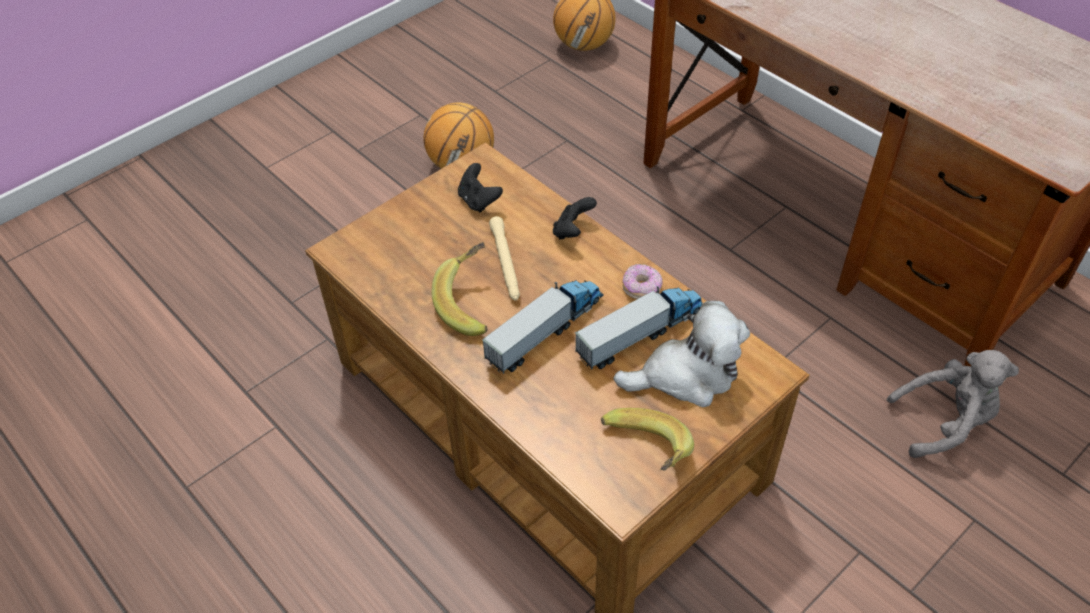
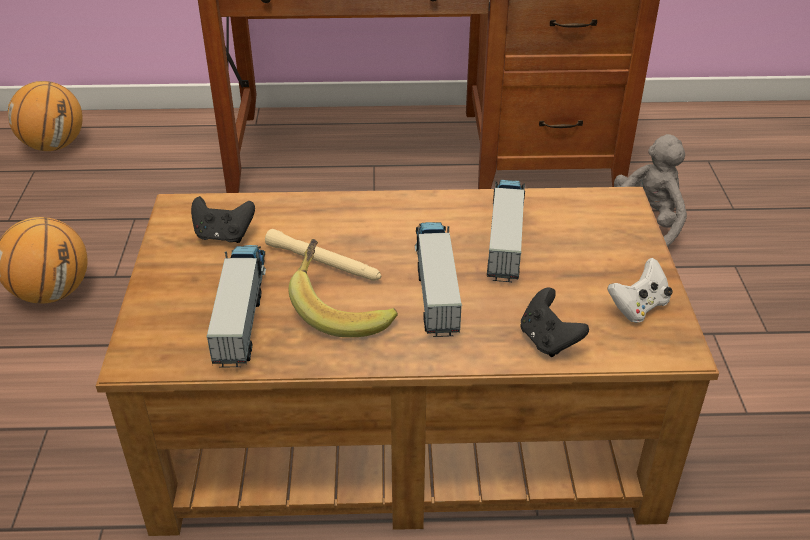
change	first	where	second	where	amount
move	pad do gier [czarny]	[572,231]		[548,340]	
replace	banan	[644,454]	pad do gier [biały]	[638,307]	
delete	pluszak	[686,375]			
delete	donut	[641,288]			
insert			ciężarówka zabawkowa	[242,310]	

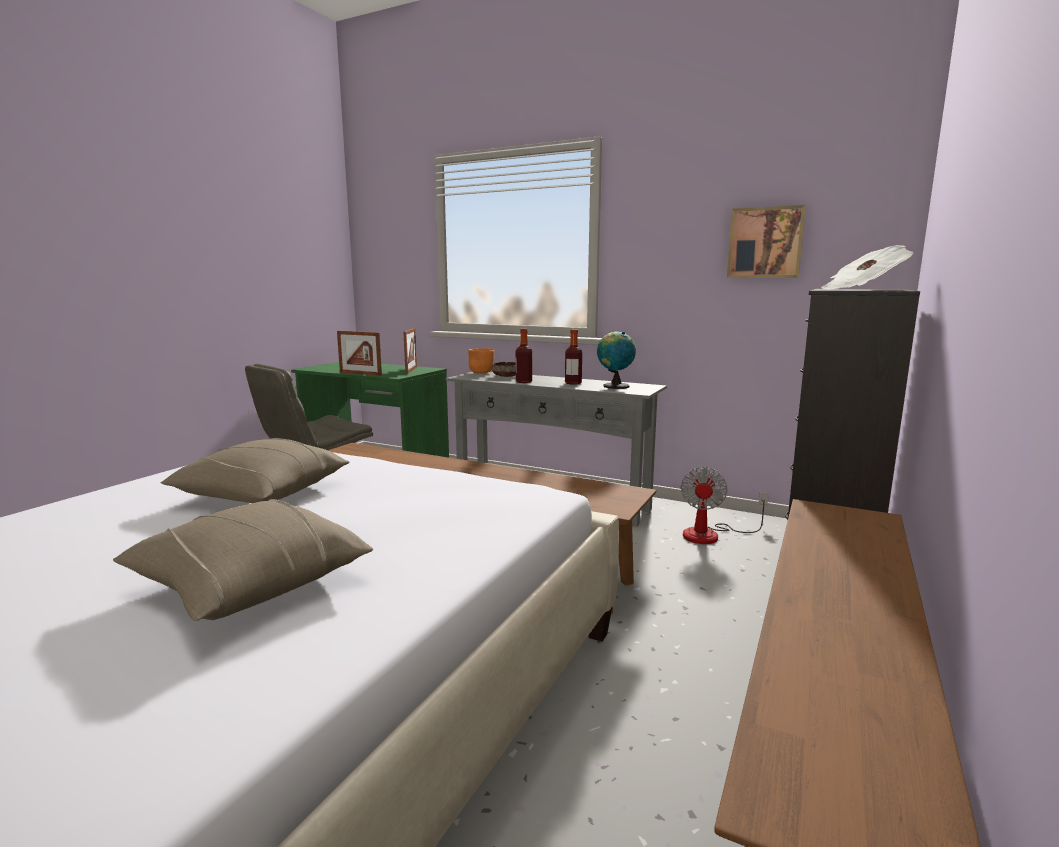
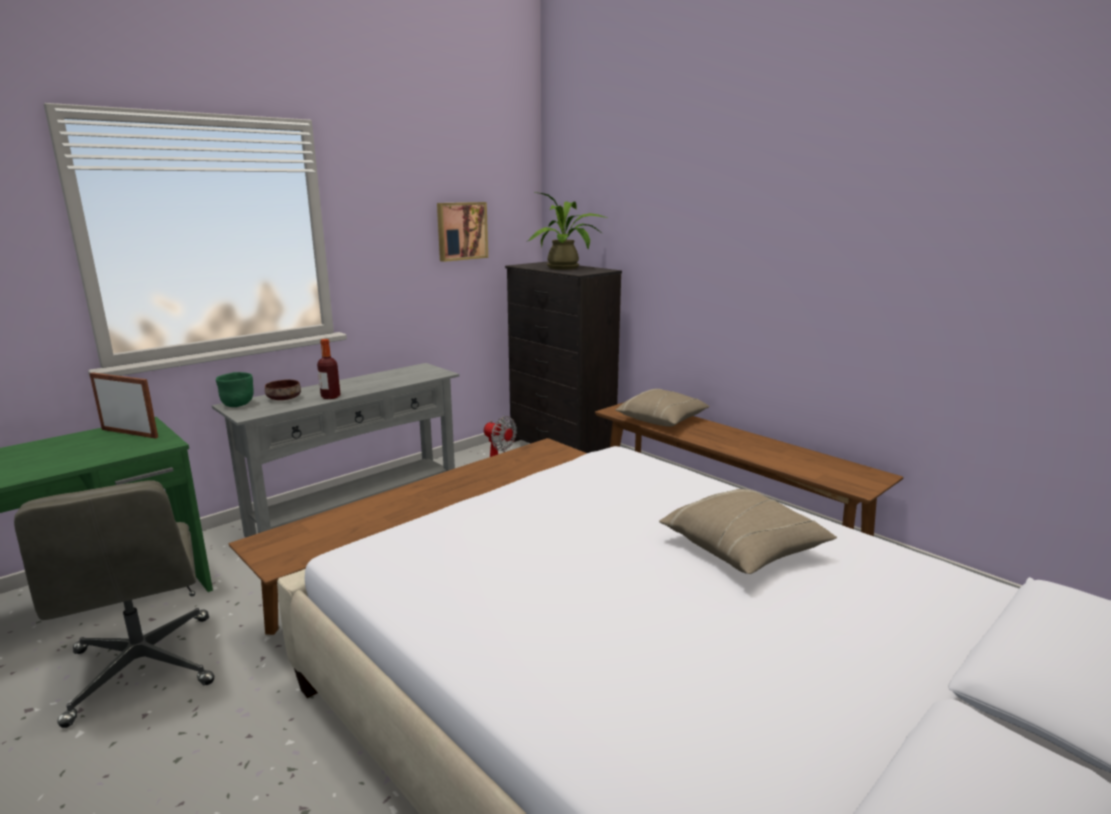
change	first	where	second	where	amount
move	poduszka [beżowy]	[262,494]		[662,420]	
delete	ramka na zdjęcie	[360,373]			
recolor	miska [pomarańczowy]	[482,373]	miska [zielony]	[238,404]	
delete	butelka	[573,383]			
delete	globus	[614,386]			
replace	gazeta	[861,289]	roślina doniczkowa	[567,268]	

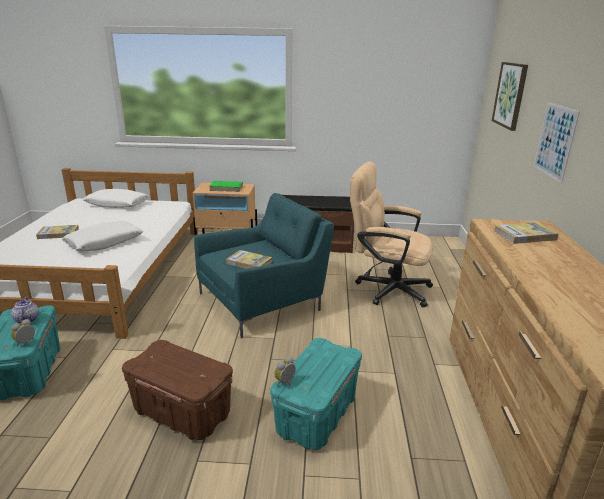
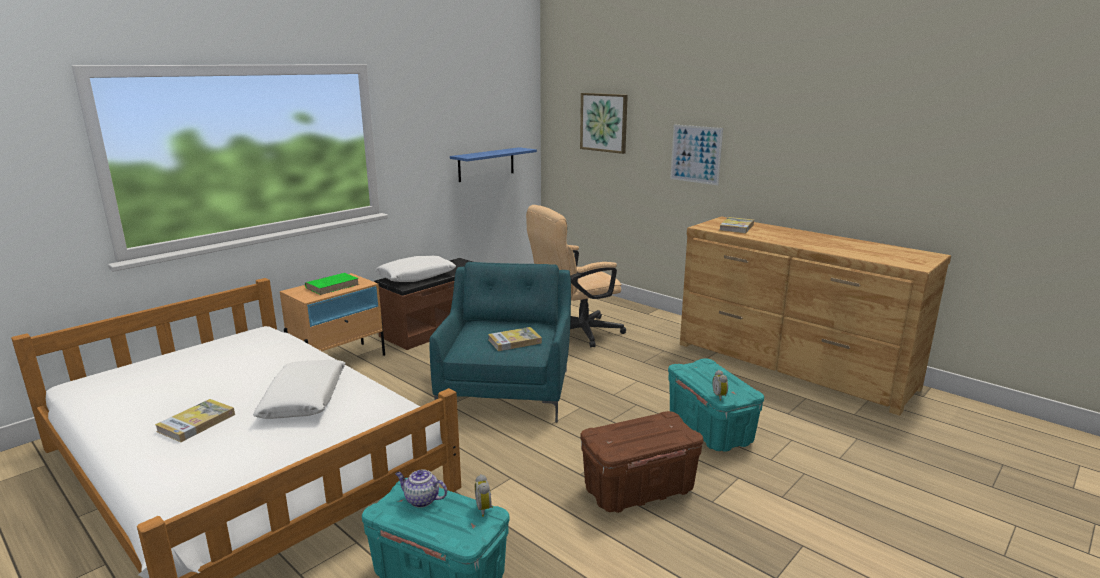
change	first	where	second	where	amount
move	poduszka [biały]	[117,204]		[416,276]	
insert			półka [niebieski]	[486,164]	

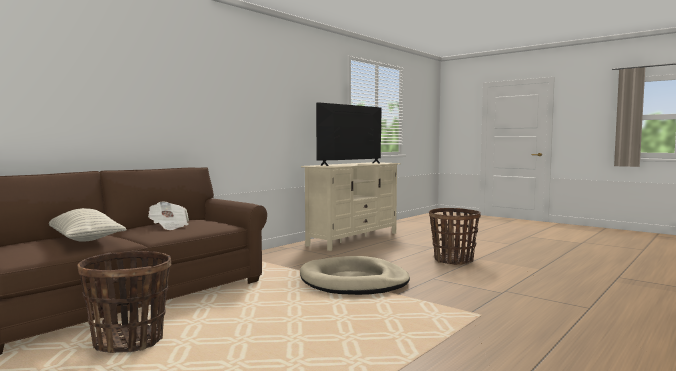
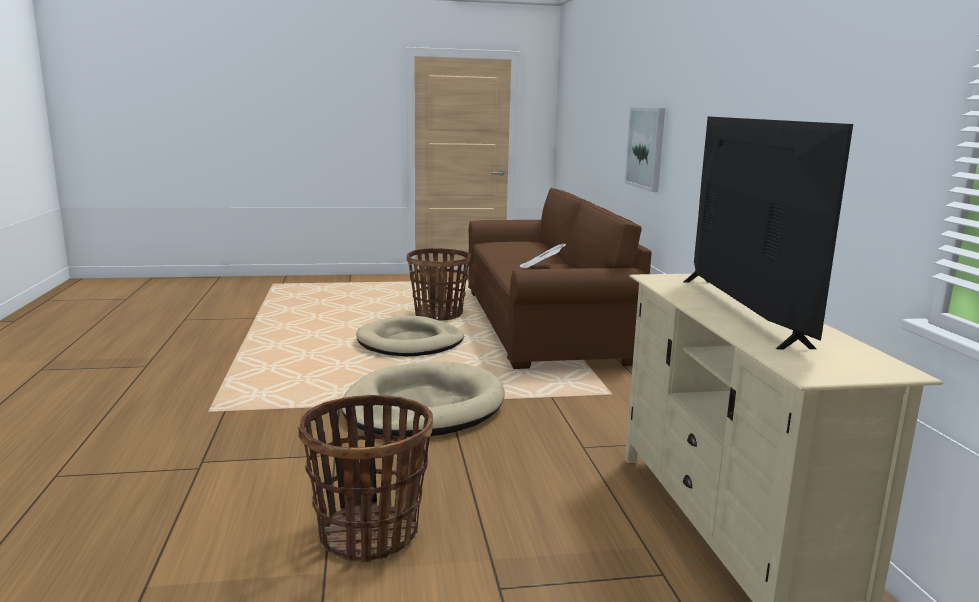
change	first	where	second	where	amount
delete	poduszka	[84,239]			
insert			legowisko [beżowy]	[410,342]	
insert			obraz	[646,148]	

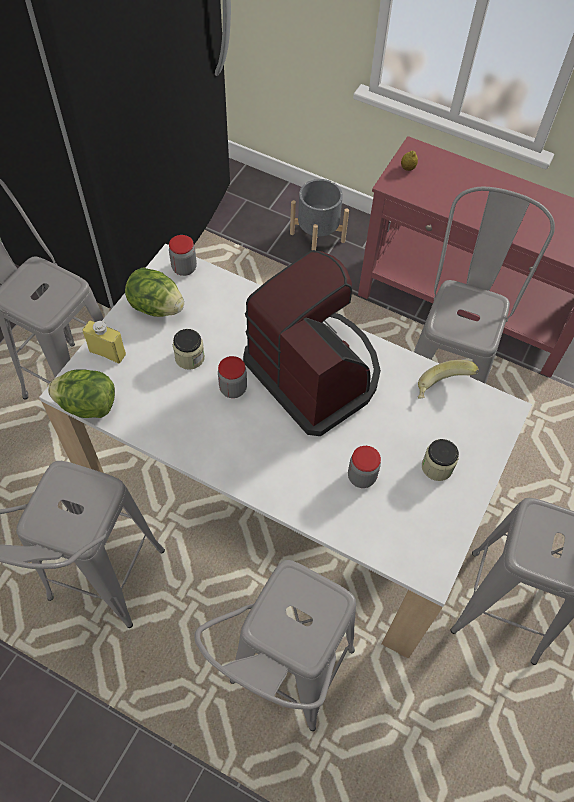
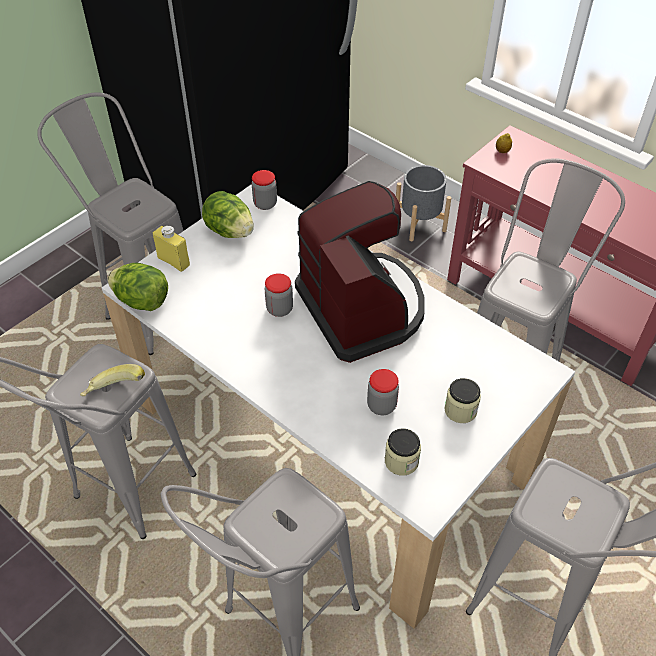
change	first	where	second	where	amount
move	słoik	[189,357]		[401,461]	
move	banan	[442,389]		[115,393]	

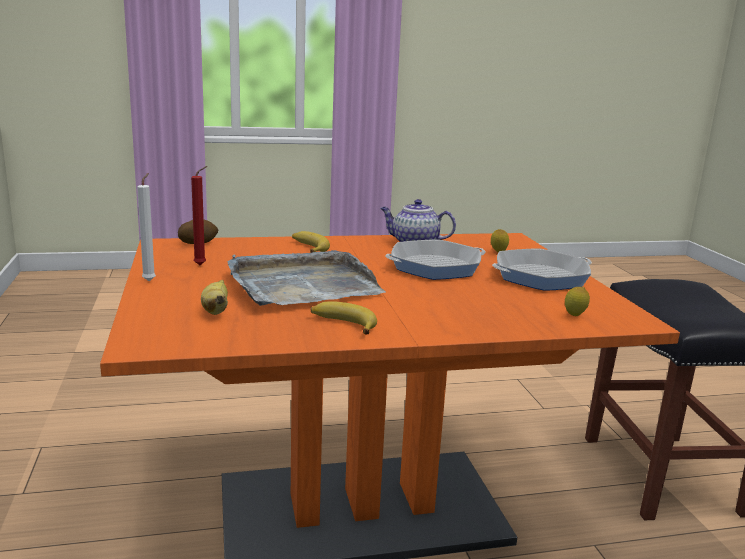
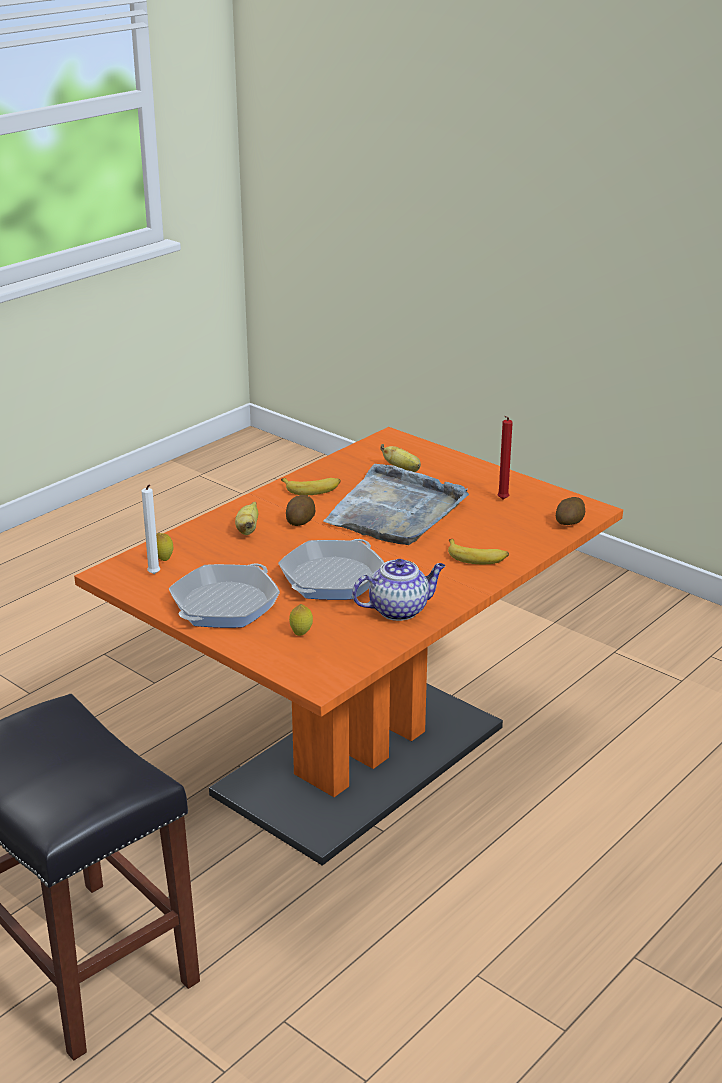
change	first	where	second	where	amount
move	świeca [biały]	[150,280]		[154,575]	
insert			banan	[248,529]	
insert			ziemniak	[300,521]	

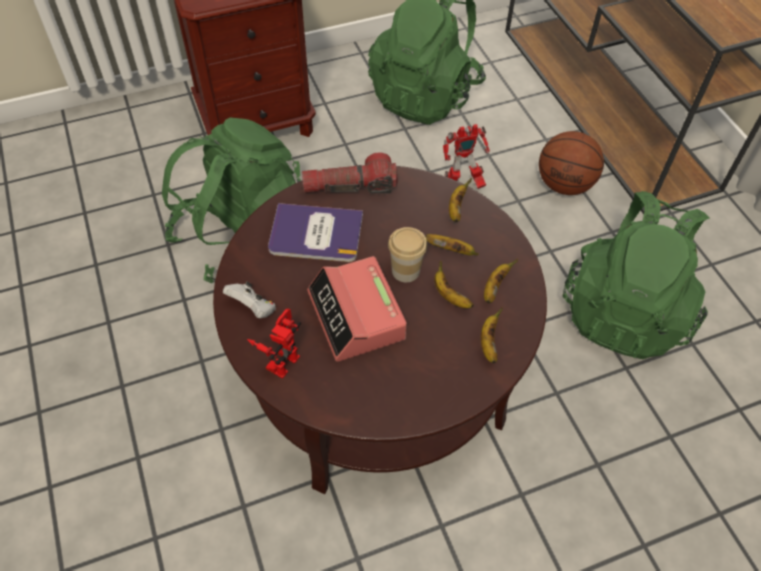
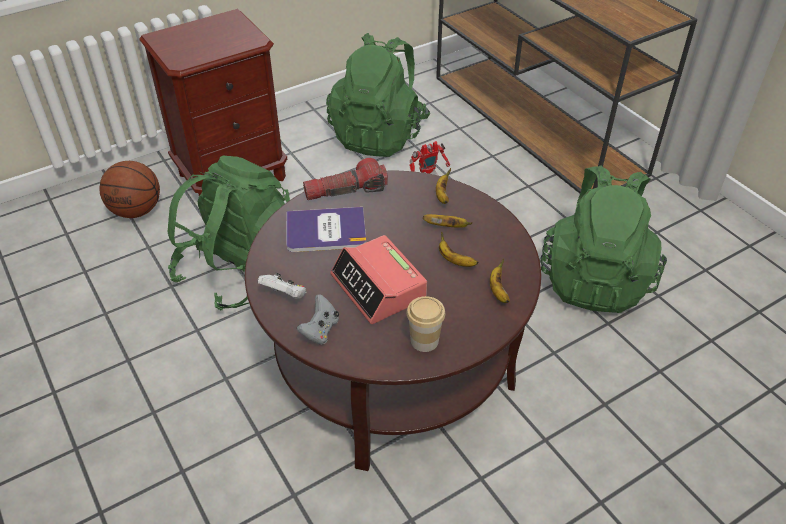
change	first	where	second	where	amount
replace	robot zabawkowy	[280,358]	pad do gier [szary]	[320,330]	
move	filiżanka	[405,271]		[424,341]	
delete	banan	[494,287]			
move	piłka do koszykówki	[565,184]		[137,210]	

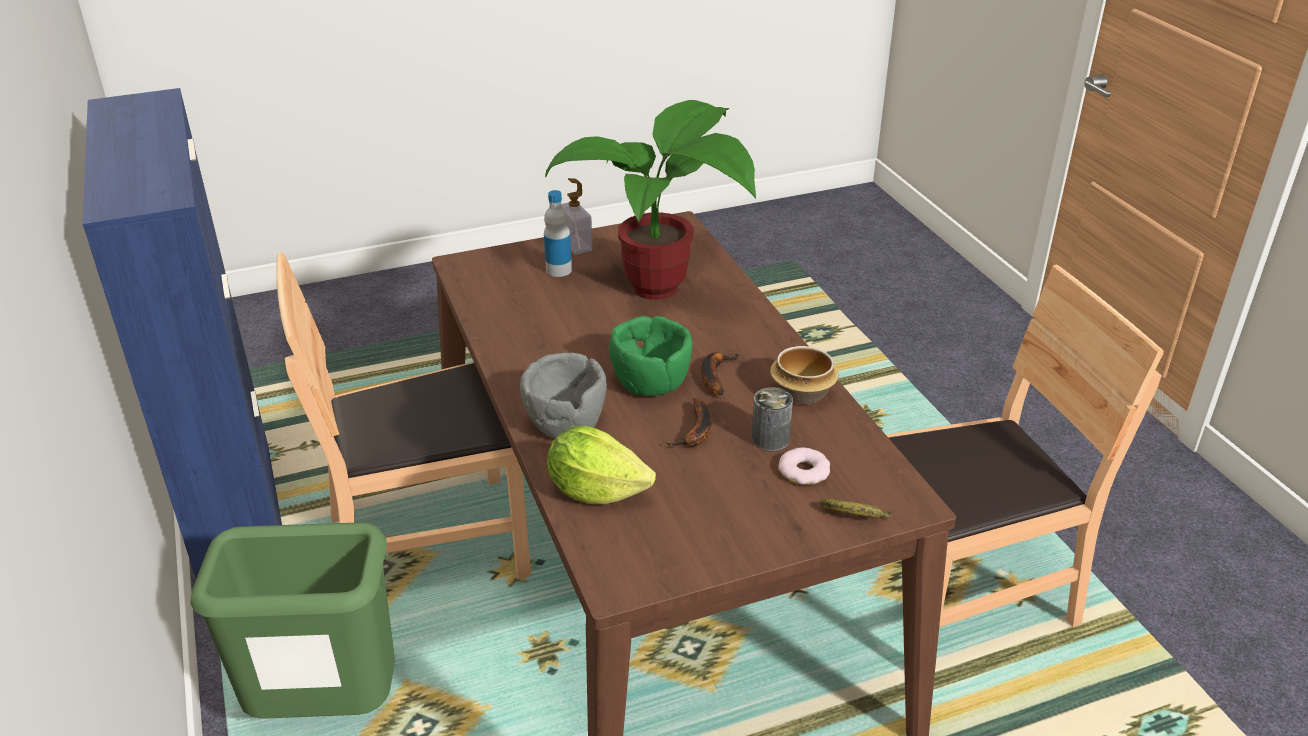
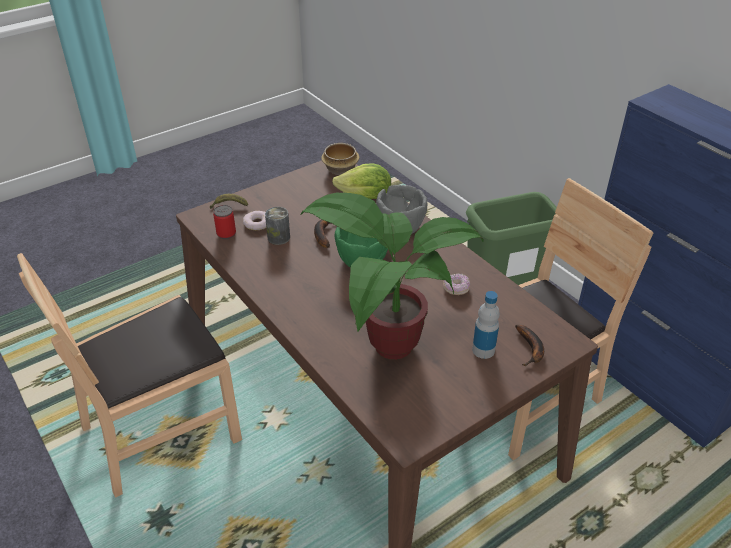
change	first	where	second	where	amount
delete	dozownik mydła	[576,245]			
move	banan	[714,375]		[531,349]	
move	miska	[800,393]		[341,169]	
insert			puszka	[226,234]	
insert			donut	[456,289]	

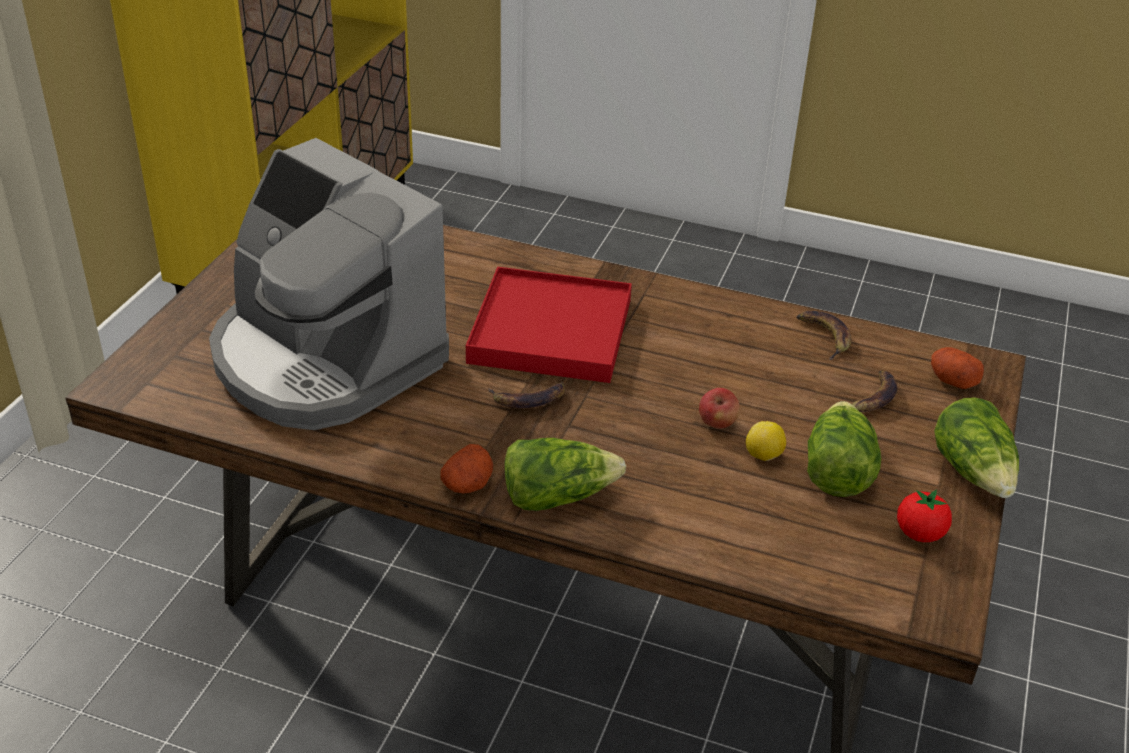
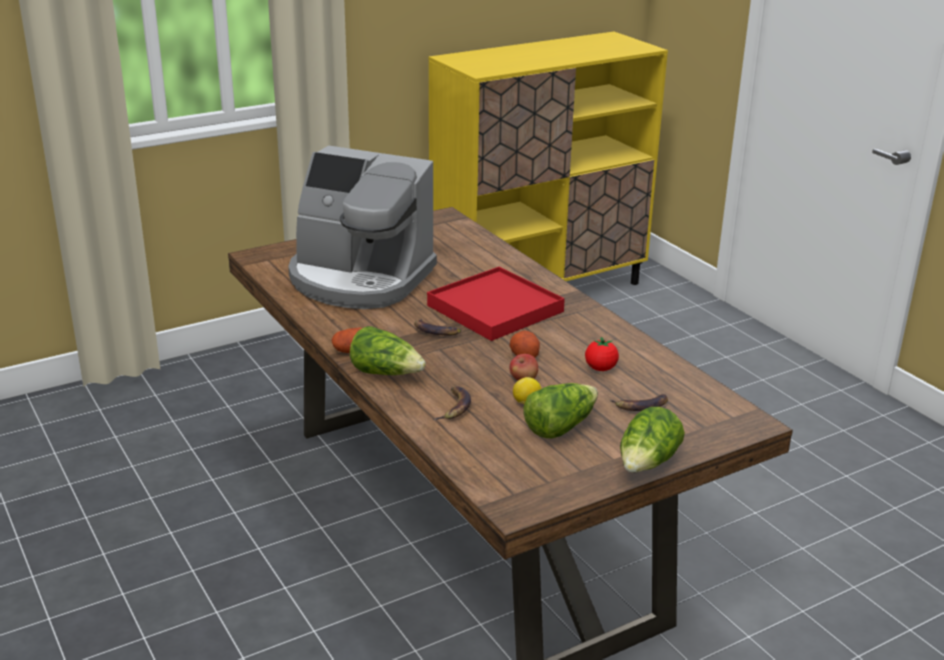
change	first	where	second	where	amount
rotate	ekspres do kawy	[324,360]		[359,279]	60 degrees counterclockwise
move	banan	[824,336]		[454,407]	
move	pomidor	[919,534]		[600,368]	
move	ziemniak	[951,380]		[524,354]	

